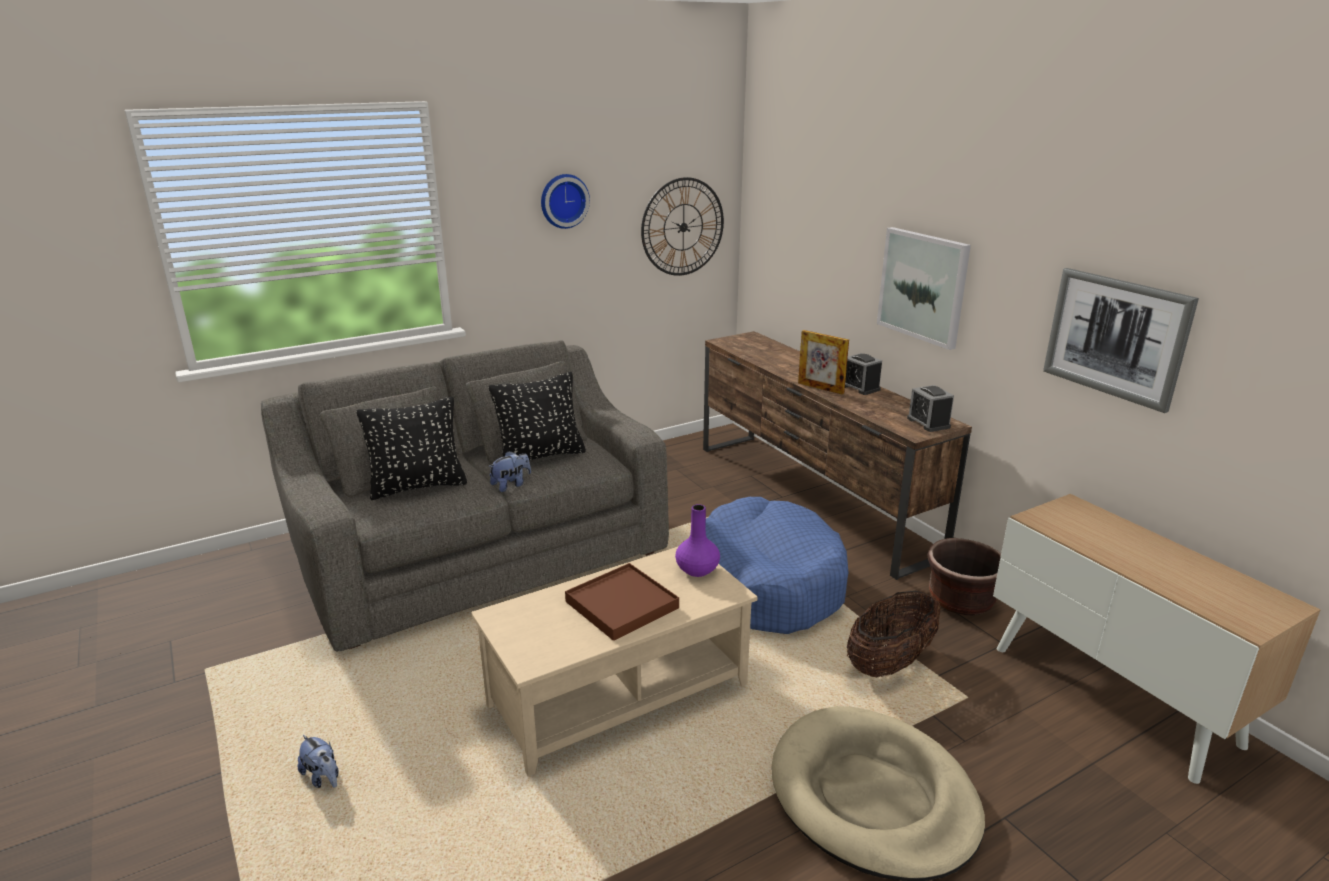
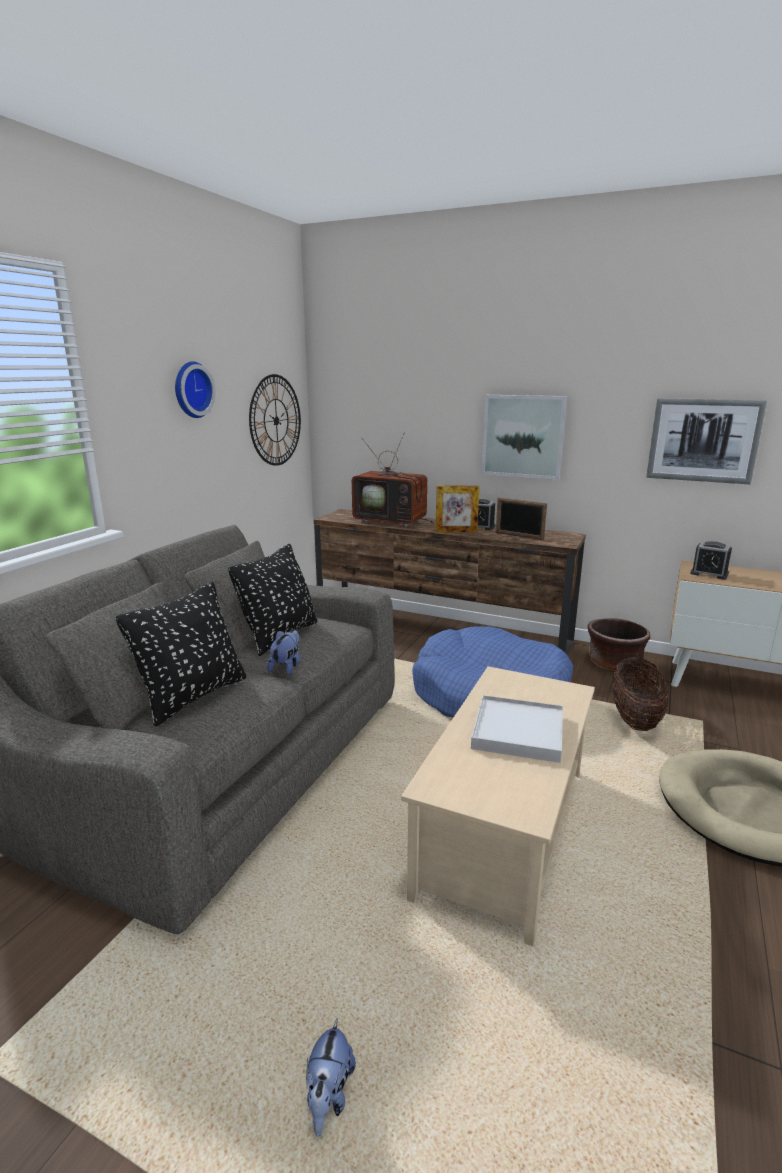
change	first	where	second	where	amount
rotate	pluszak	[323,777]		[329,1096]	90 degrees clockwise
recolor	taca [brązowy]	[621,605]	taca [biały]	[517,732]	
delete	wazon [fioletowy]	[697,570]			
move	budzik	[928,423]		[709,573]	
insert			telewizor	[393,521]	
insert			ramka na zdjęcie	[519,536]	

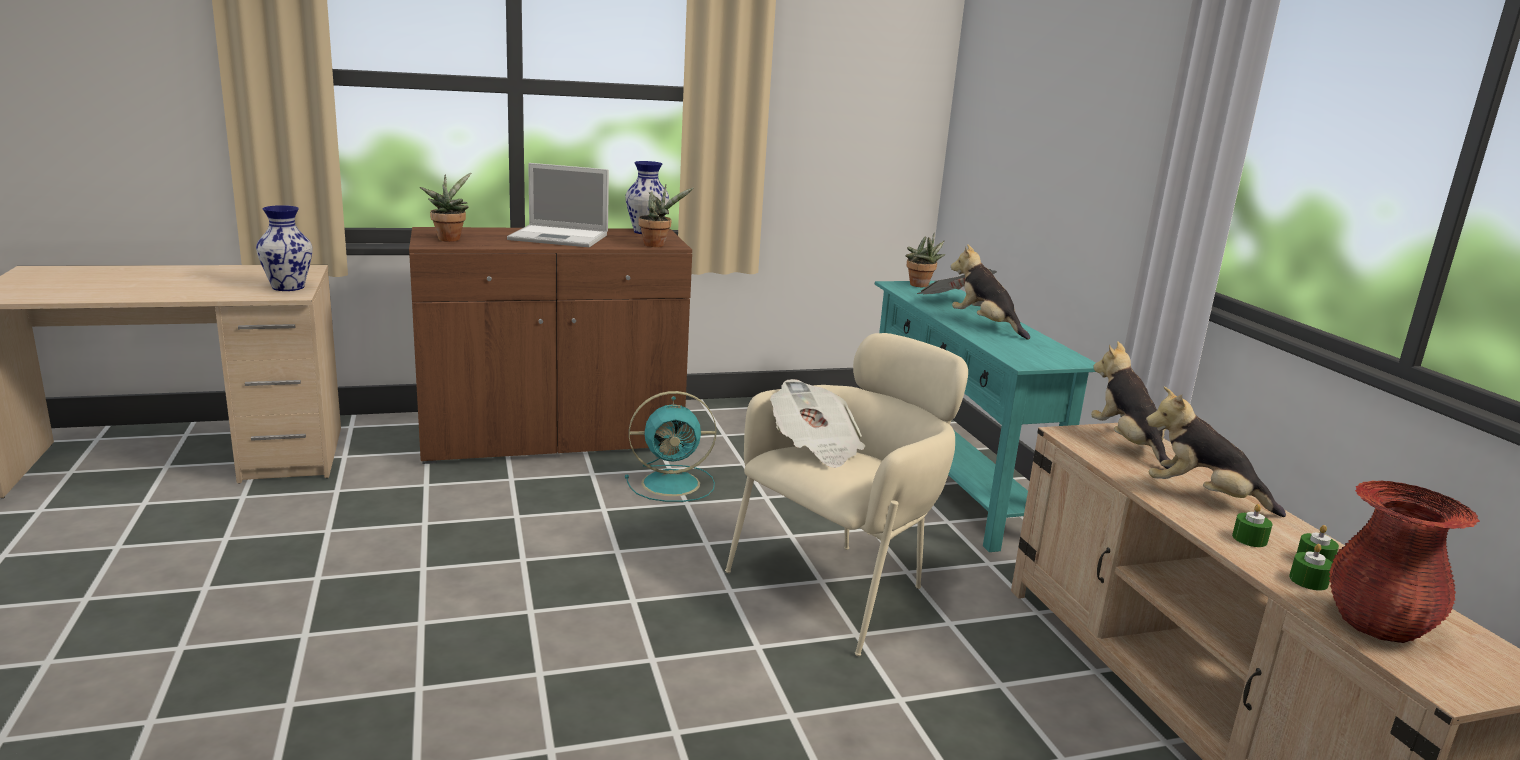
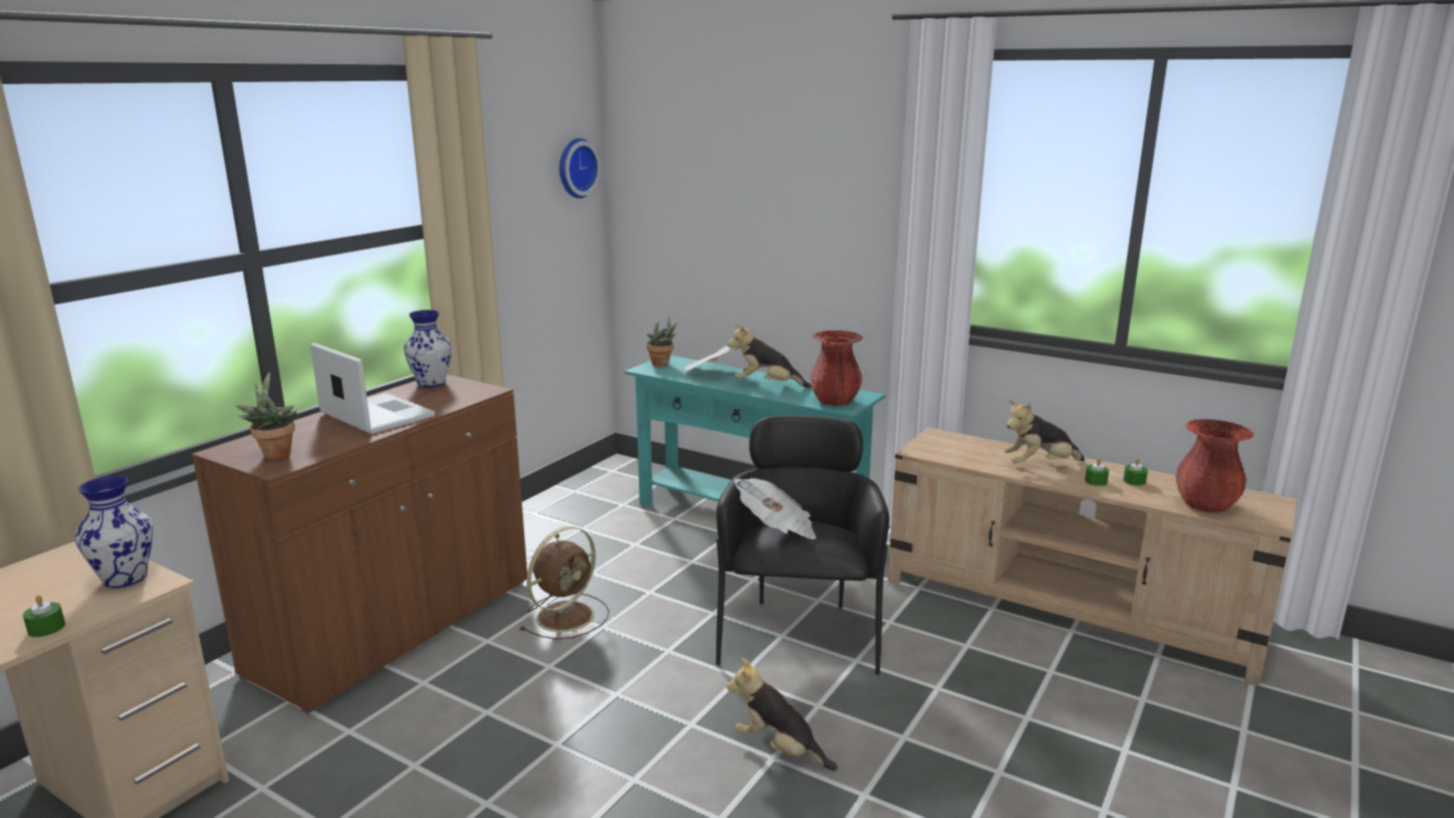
change	first	where	second	where	amount
rotate	laptop	[561,237]		[375,414]	105 degrees counterclockwise
recolor	wentylator [turkusowy]	[673,483]	wentylator [brązowy]	[567,615]	
delete	roślina doniczkowa	[657,245]			
recolor	fotel [beżowy]	[842,586]	fotel [czarny]	[799,632]	
move	pluszak	[1127,445]		[779,749]	
move	świeca [zielony]	[1308,581]		[46,628]	
insert			zegar ścienny	[575,168]	
insert			wazon [czerwony]	[834,401]	

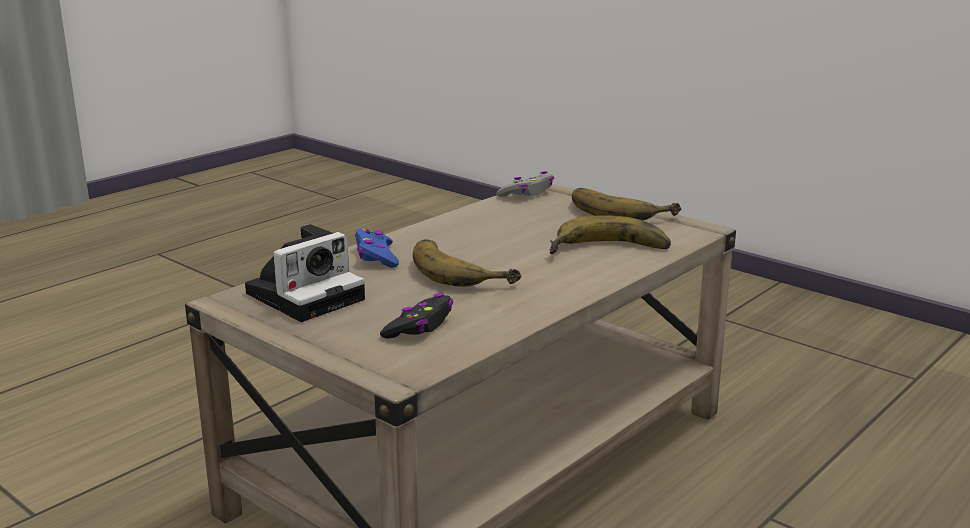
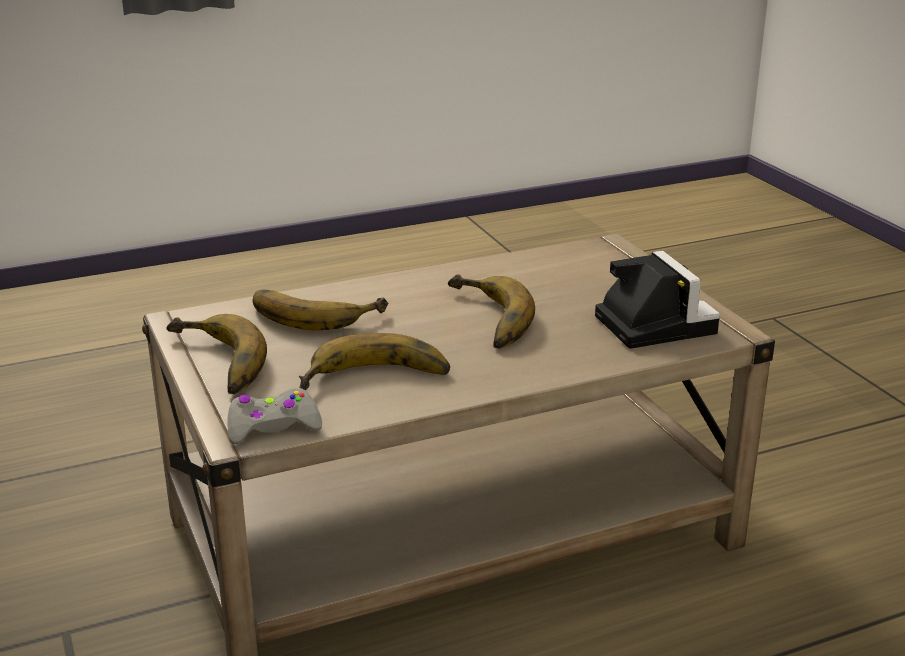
change	first	where	second	where	amount
rotate	aparat fotograficzny	[308,295]		[651,323]	90 degrees clockwise
delete	pad do gier [niebieski]	[376,256]			
delete	pad do gier [czarny]	[420,326]			
insert			banan	[376,381]	

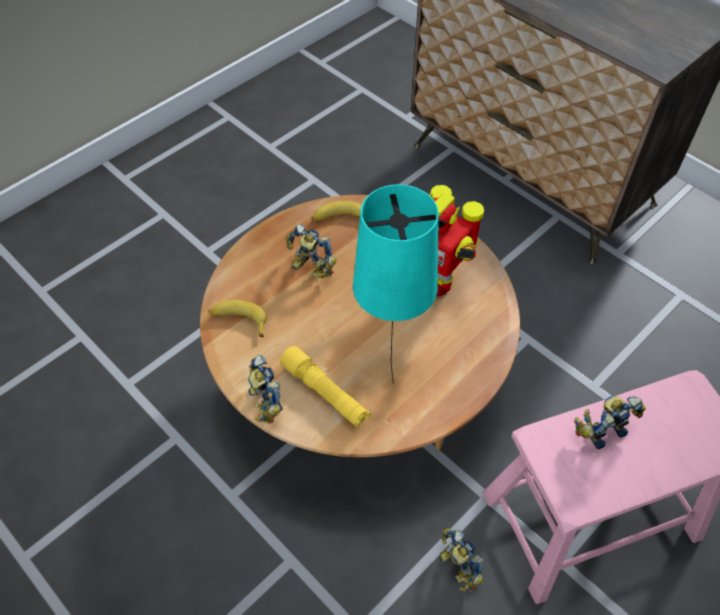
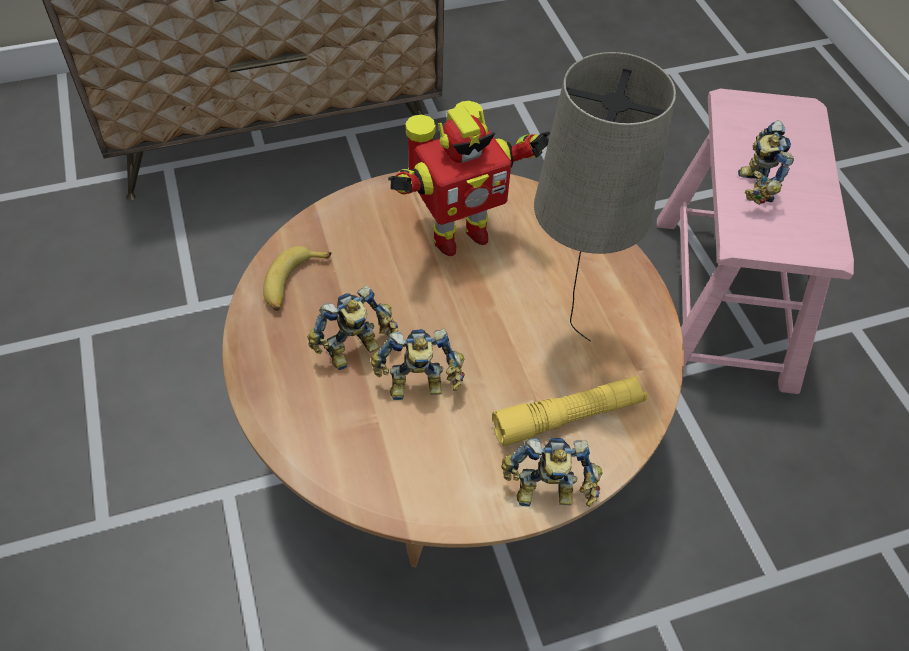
change	first	where	second	where	amount
delete	banan	[239,320]			
recolor	lampa stołowa [turkusowy]	[389,367]	lampa stołowa [beżowy]	[564,334]	
move	robot zabawkowy	[455,567]		[418,388]	

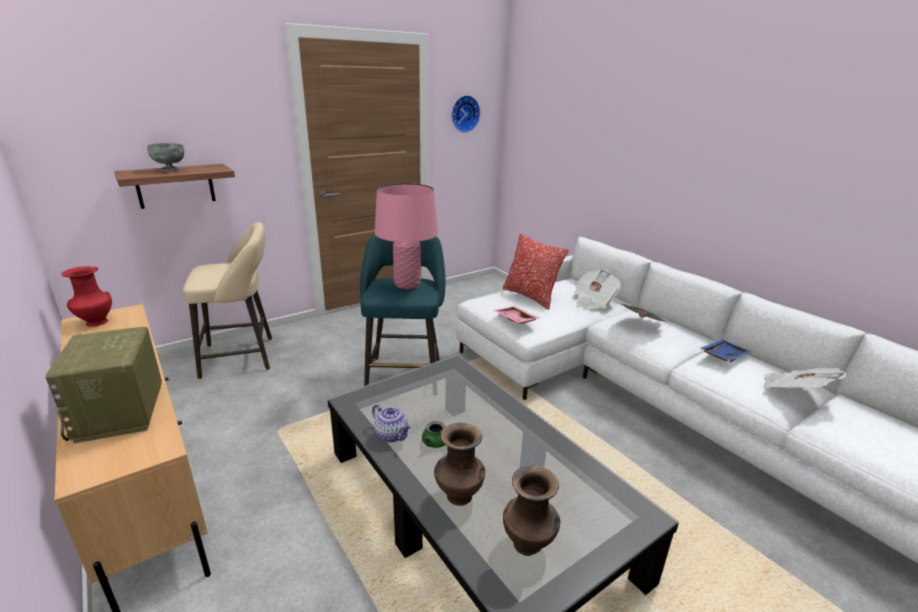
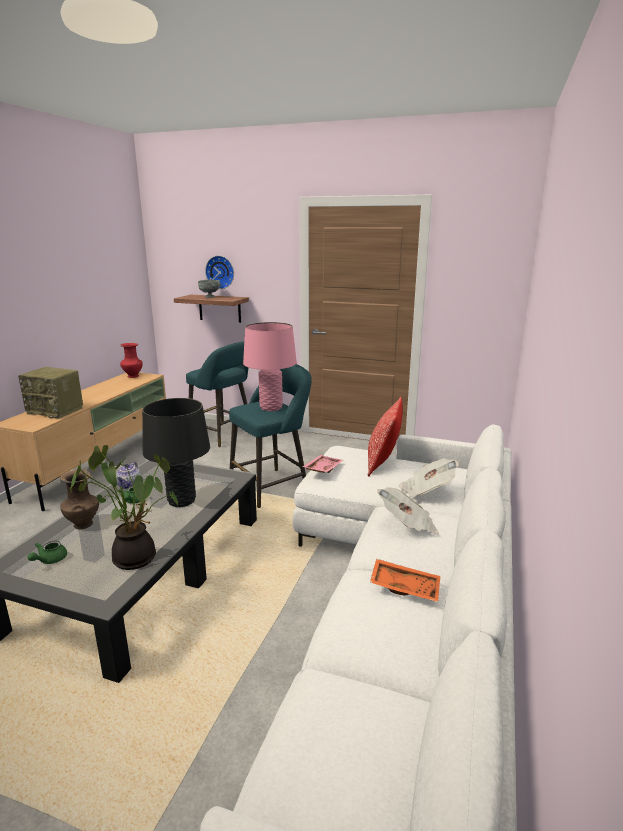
change	first	where	second	where	amount
rotate	radio	[121,414]		[56,410]	105 degrees counterclockwise
recolor	stołek [beżowy]	[243,357]	stołek [turkusowy]	[223,435]	
move	zegar ścienny	[464,113]		[220,272]	
replace	wazon [brązowy]	[529,544]	imbryk [zielony]	[49,560]	
recolor	taca [niebieski]	[722,356]	taca [pomarańczowy]	[405,587]	
delete	gazeta	[794,392]			
insert			roślina doniczkowa	[136,556]	
insert			lampa stołowa [czarny]	[181,501]	

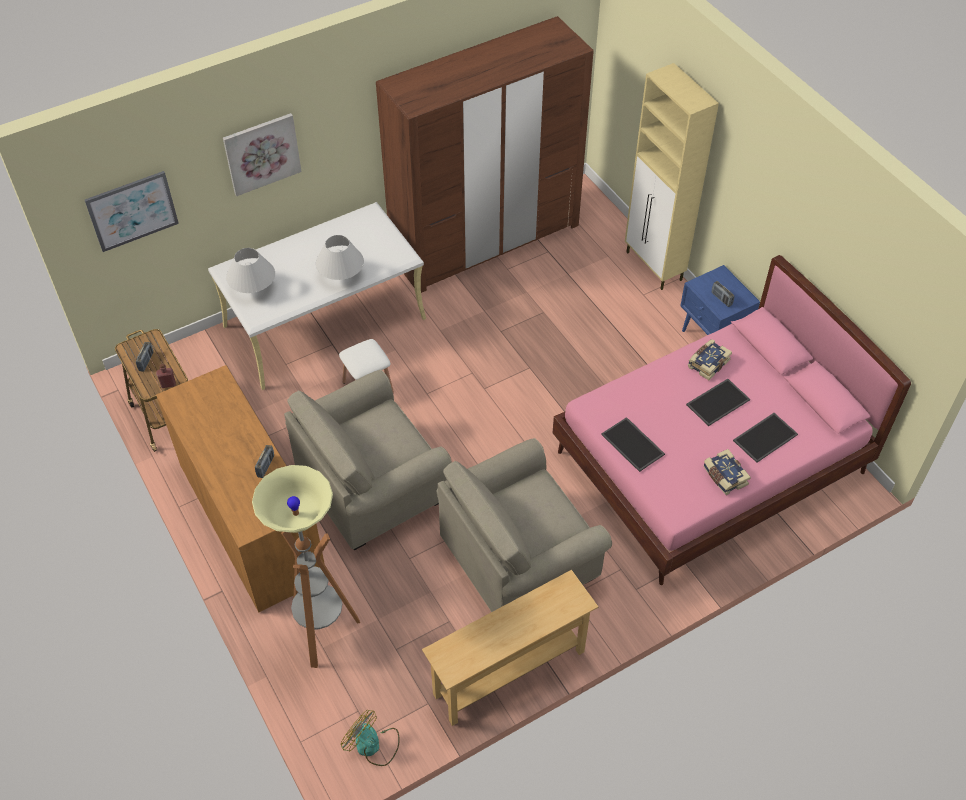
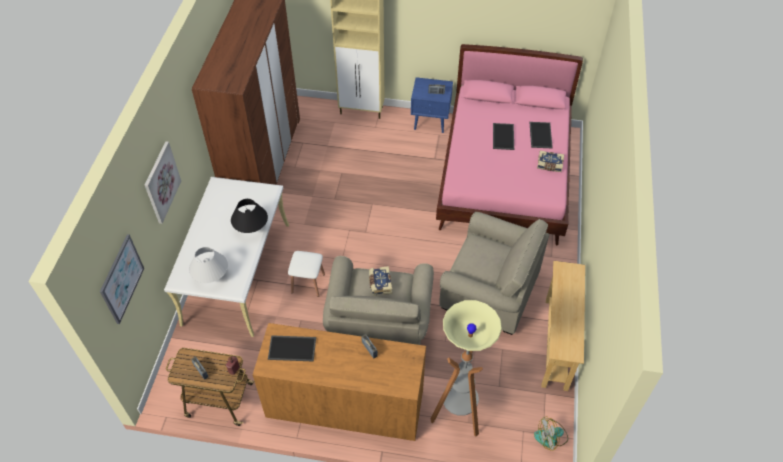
change	first	where	second	where	amount
recolor	lampa stołowa [biały]	[341,276]	lampa stołowa [czarny]	[251,228]	
rotate	fotel [beżowy]	[519,557]		[489,291]	75 degrees counterclockwise
move	taca	[633,444]		[292,348]	
move	książka	[707,363]		[380,284]	

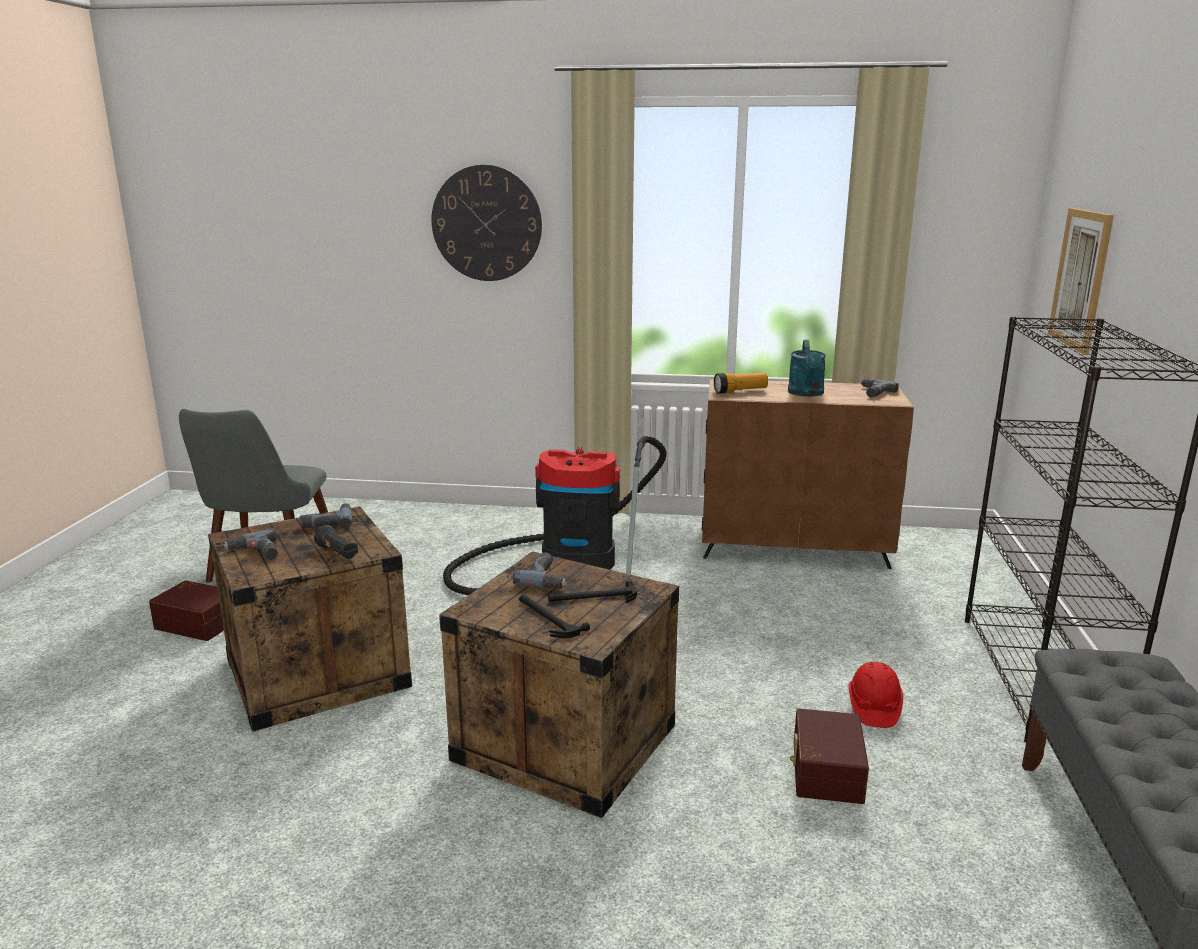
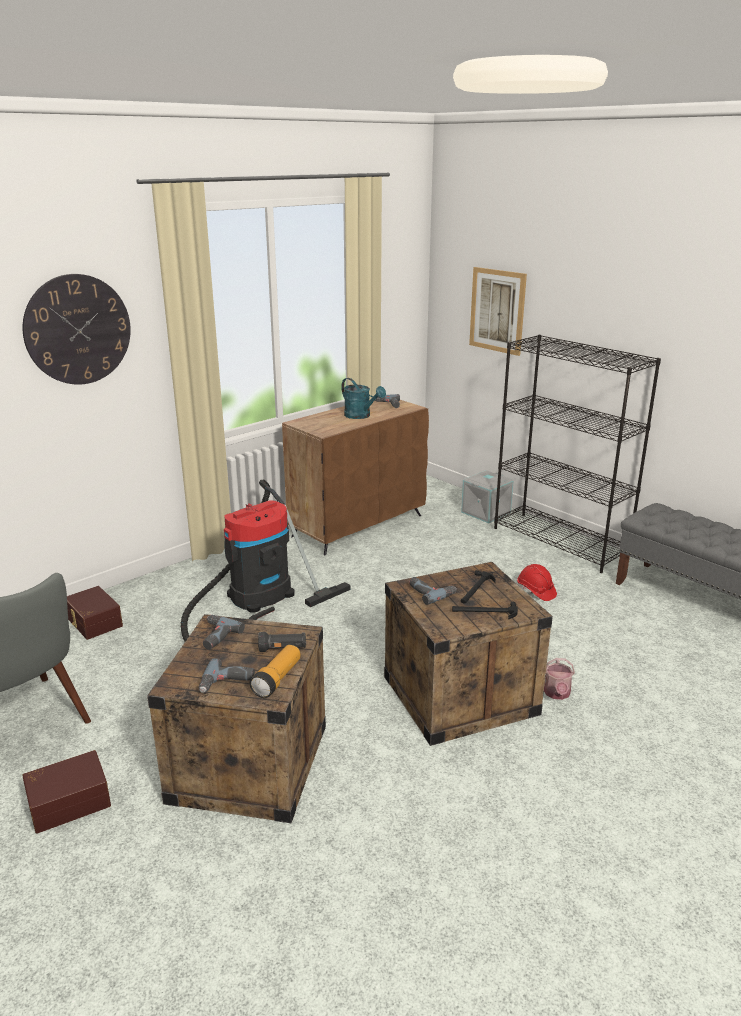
change	first	where	second	where	amount
move	latarka	[740,391]		[277,679]	
move	pojemnik do przechowywania [brązowy]	[824,771]		[93,622]	
insert			pojemnik do przechowywania [szary]	[486,513]	
insert			konewka	[557,694]	

